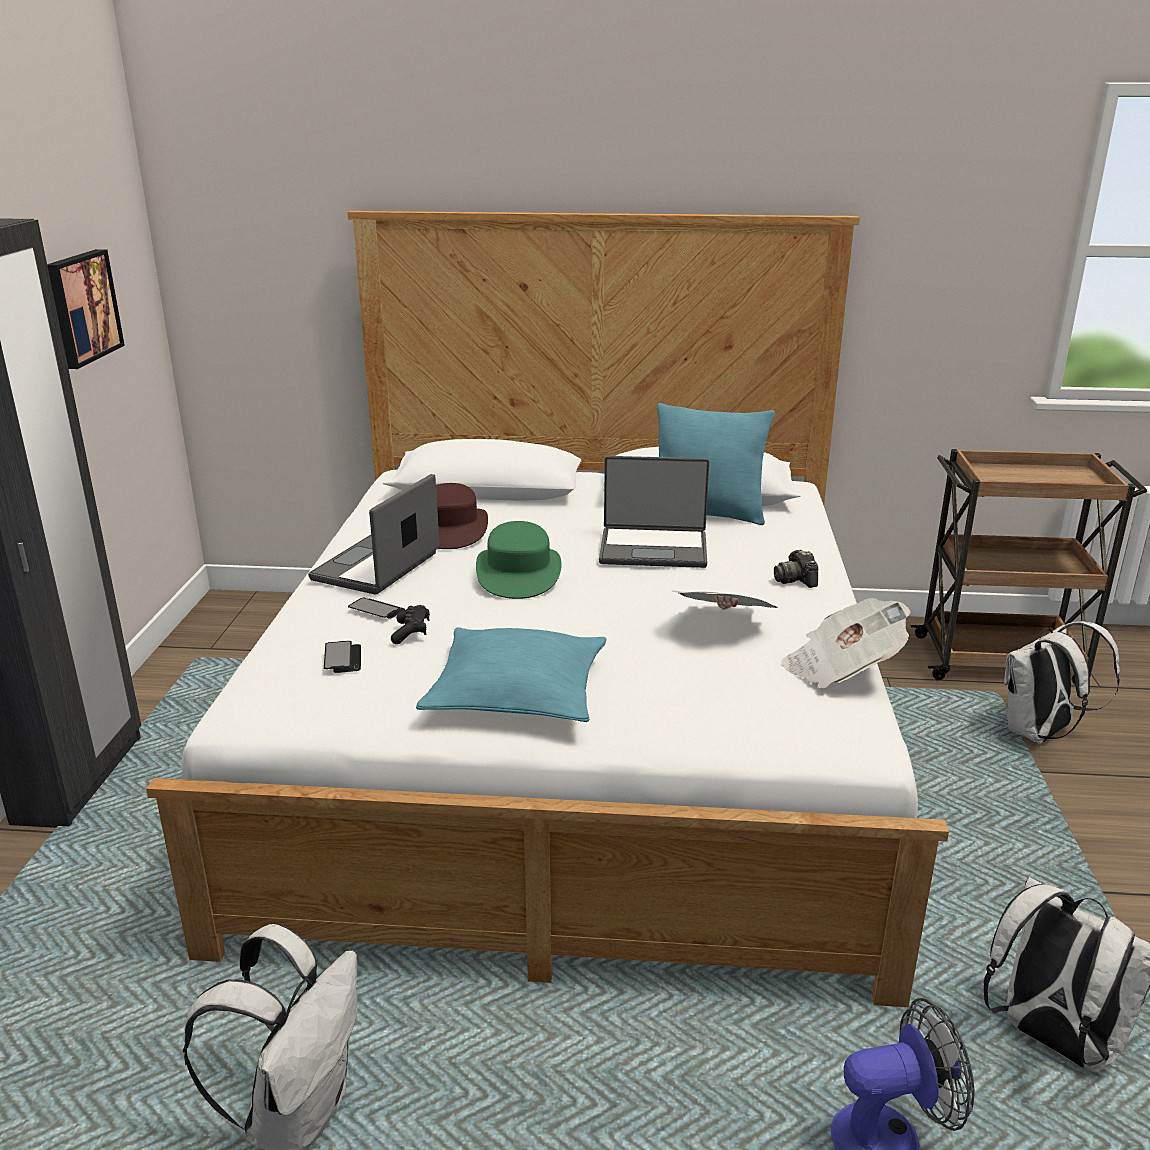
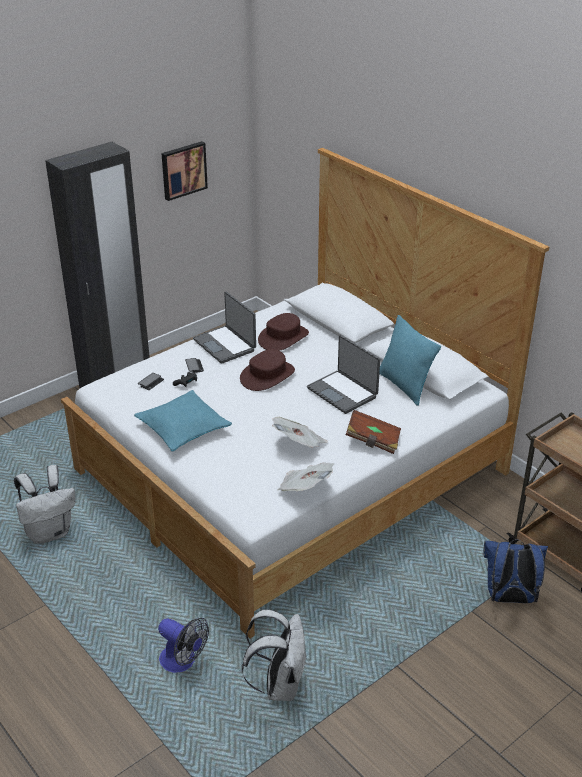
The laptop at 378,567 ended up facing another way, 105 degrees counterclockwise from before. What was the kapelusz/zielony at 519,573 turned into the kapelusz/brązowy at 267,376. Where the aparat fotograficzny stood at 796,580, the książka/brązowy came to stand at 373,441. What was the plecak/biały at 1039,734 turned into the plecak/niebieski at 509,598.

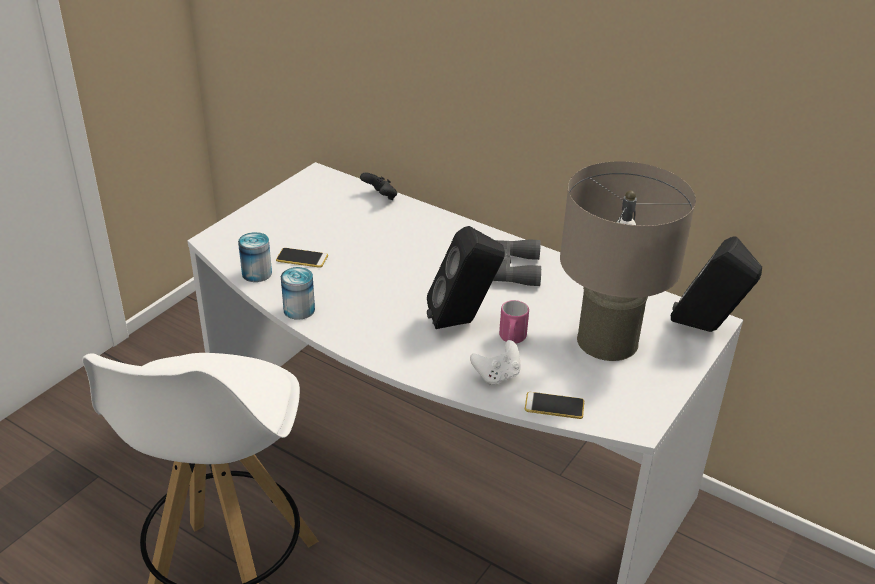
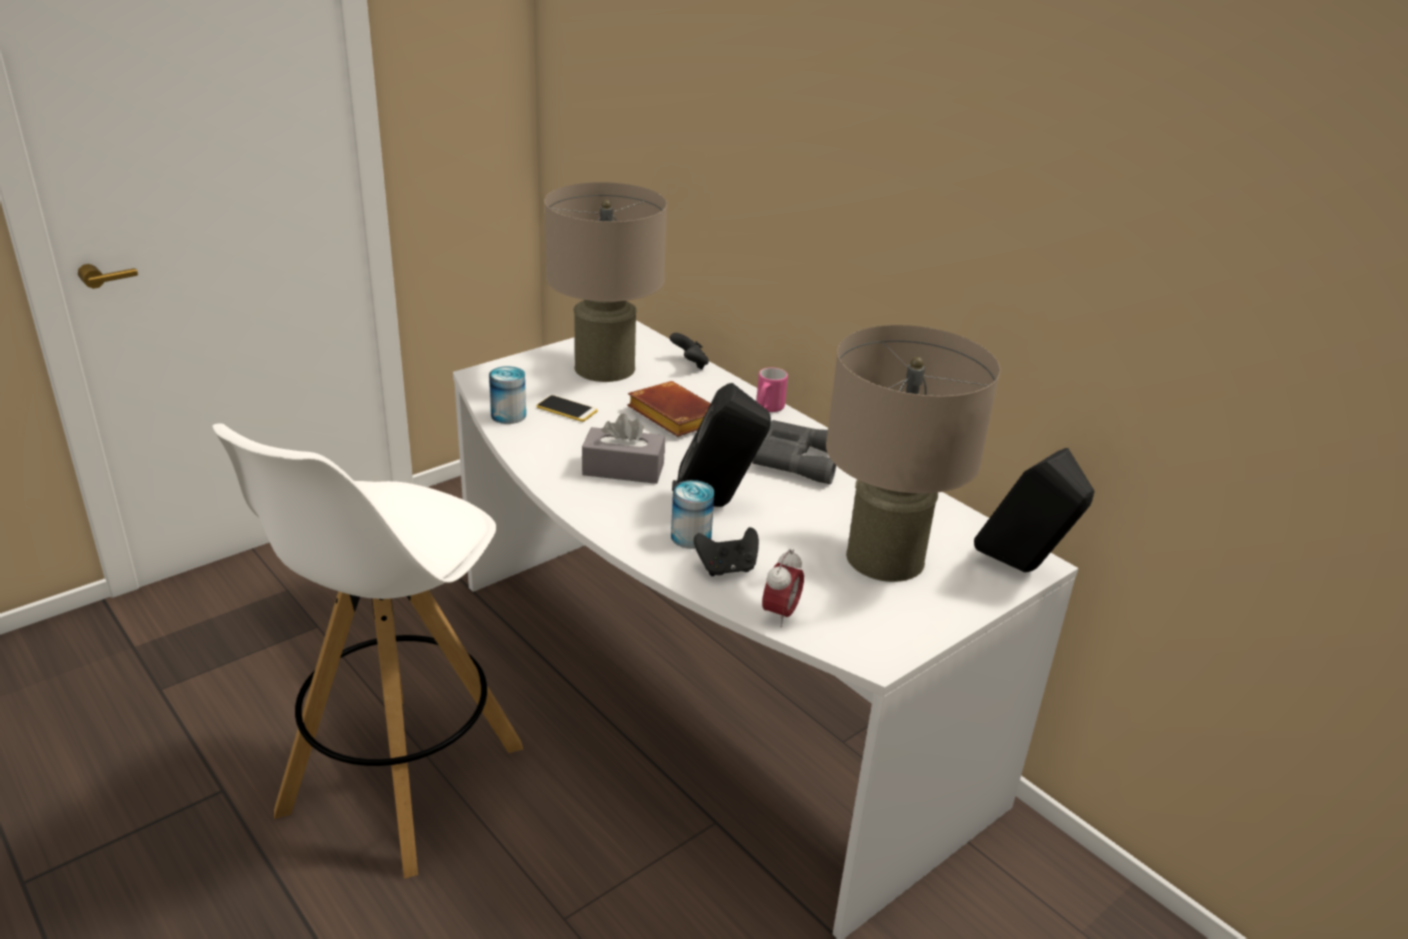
The second view gained the lampa stołowa/beżowy at 605,368. The second view gained the pudełko chusteczek/szary at 623,469. The second view gained the książka/brązowy at 671,416. The puszka ended up elsewhere, having gone from 299,310 to 691,537. What was the pad do gier/biały at 497,376 turned into the pad do gier/czarny at 727,568. The kubek/różowy ended up elsewhere, having gone from 512,339 to 768,409. Where the telefon stood at 554,406, the budzik came to stand at 780,614.

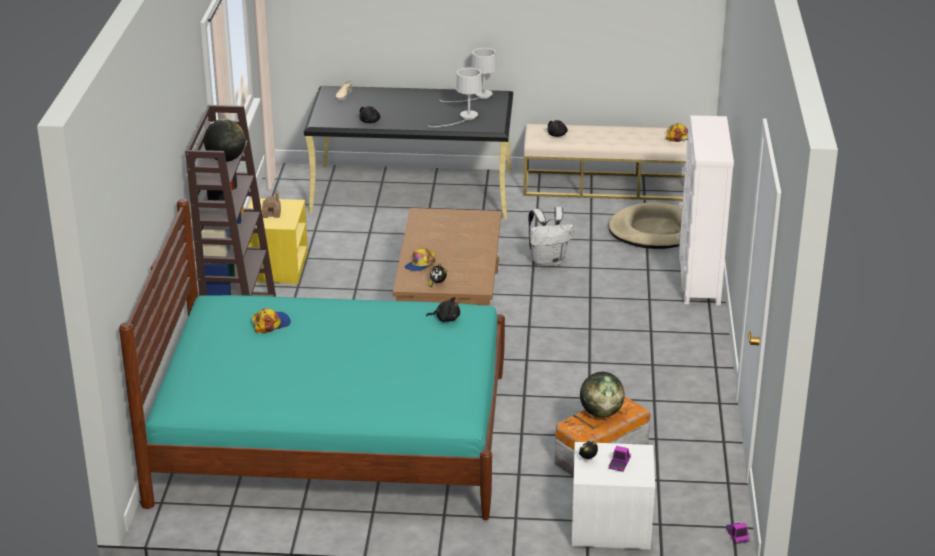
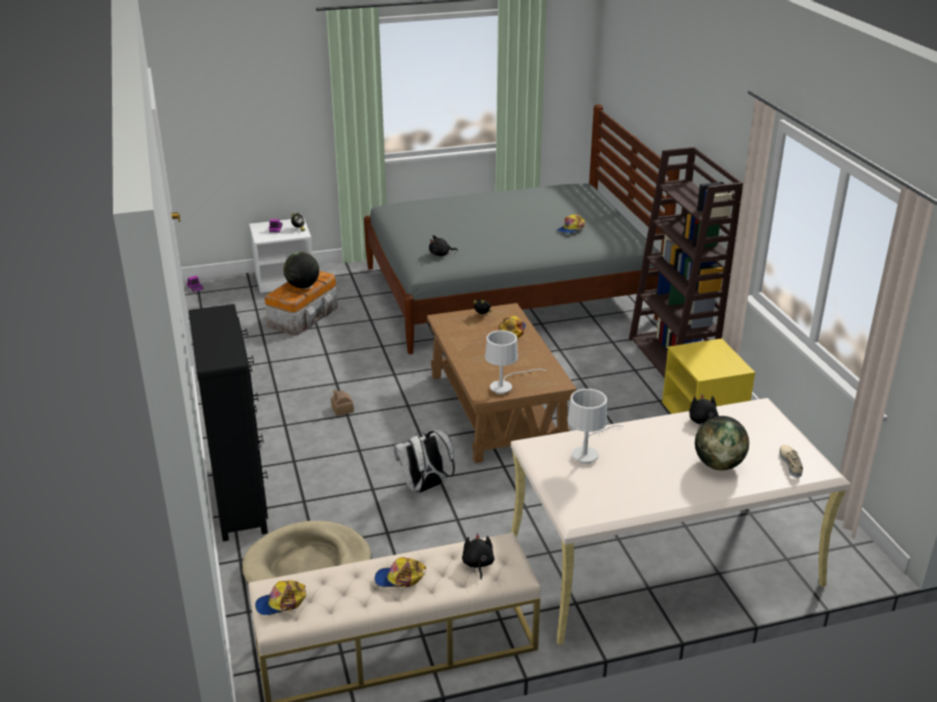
What was the komoda/biały at 698,279 turned into the komoda/czarny at 240,499. The domek ended up elsewhere, having gone from 271,214 to 342,409. What was the łóżko/turkusowy at 333,438 turned into the łóżko/szary at 508,293. The second view gained the czapka z daszkiem at 400,578. The lampa stołowa/biały ended up elsewhere, having gone from 479,97 to 505,387. What was the biurko/czarny at 413,191 turned into the biurko/beżowy at 662,564. The globus ended up elsewhere, having gone from 226,159 to 718,464.

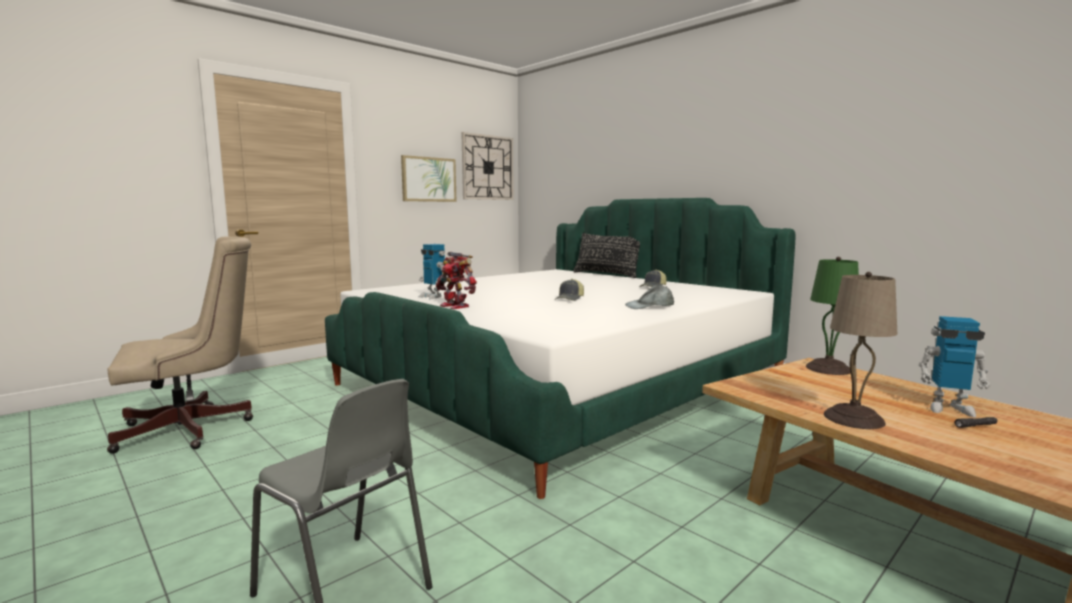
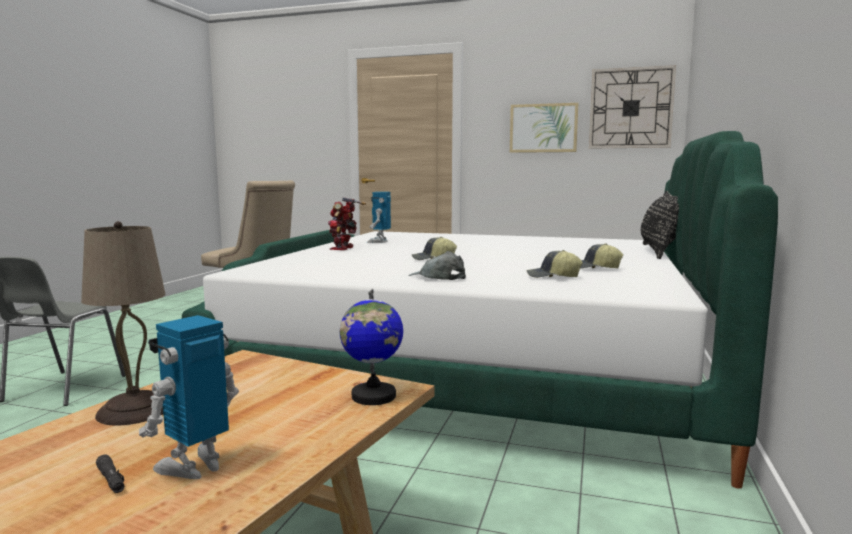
The robot zabawkowy at 949,408 ended up facing another way, 45 degrees clockwise from before. Where the lampa stołowa/zielony stood at 829,368, the globus came to stand at 373,396. The second view gained the czapka z daszkiem at 552,277.

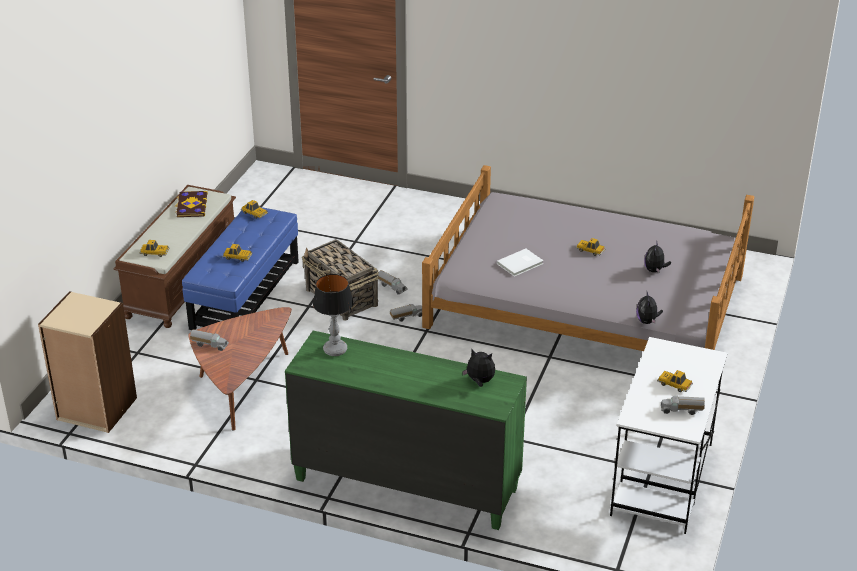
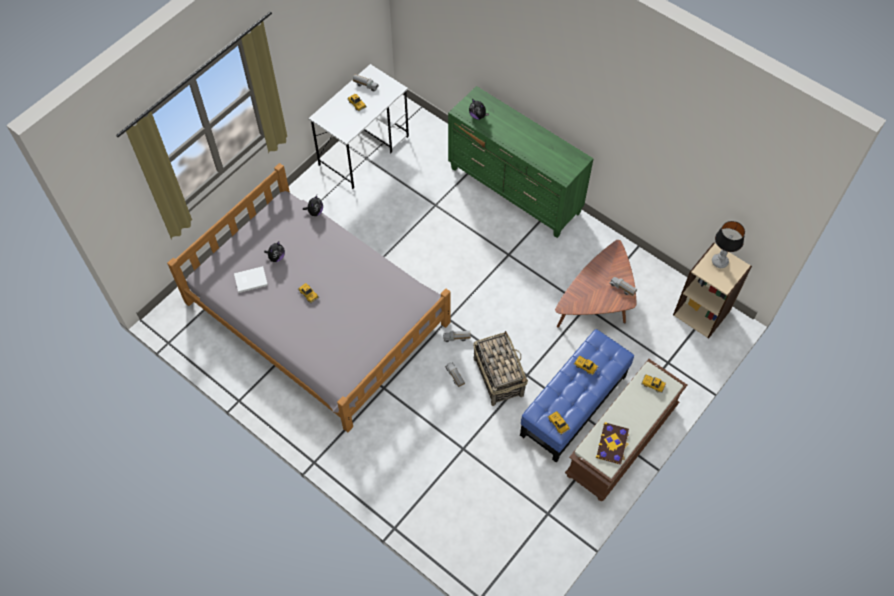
The książka/biały ended up elsewhere, having gone from 521,264 to 250,279. The lampa stołowa ended up elsewhere, having gone from 335,350 to 719,262.

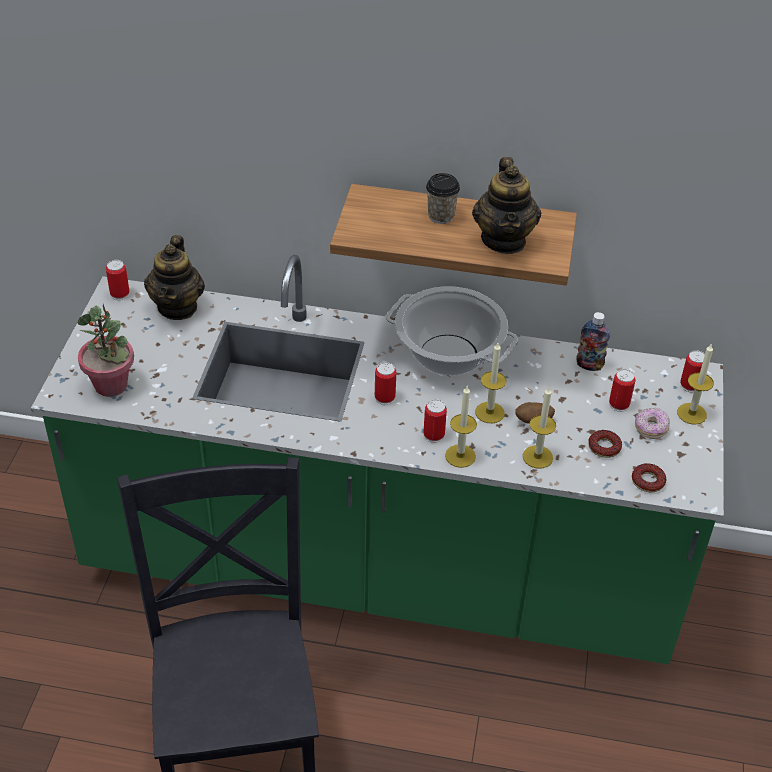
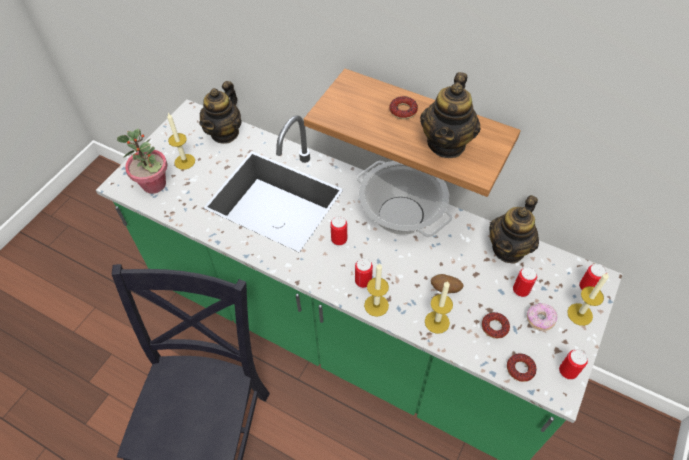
The świeca ended up elsewhere, having gone from 489,412 to 184,161. Where the filiżanka stood at 441,216, the donut came to stand at 403,111. Where the butelka stood at 589,365, the imbryk came to stand at 509,249. The puszka ended up elsewhere, having gone from 120,294 to 567,371.

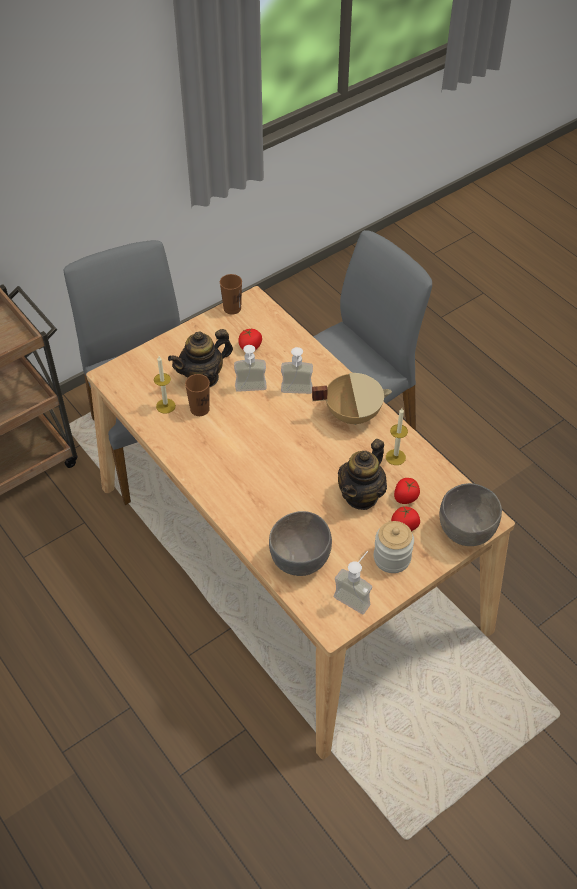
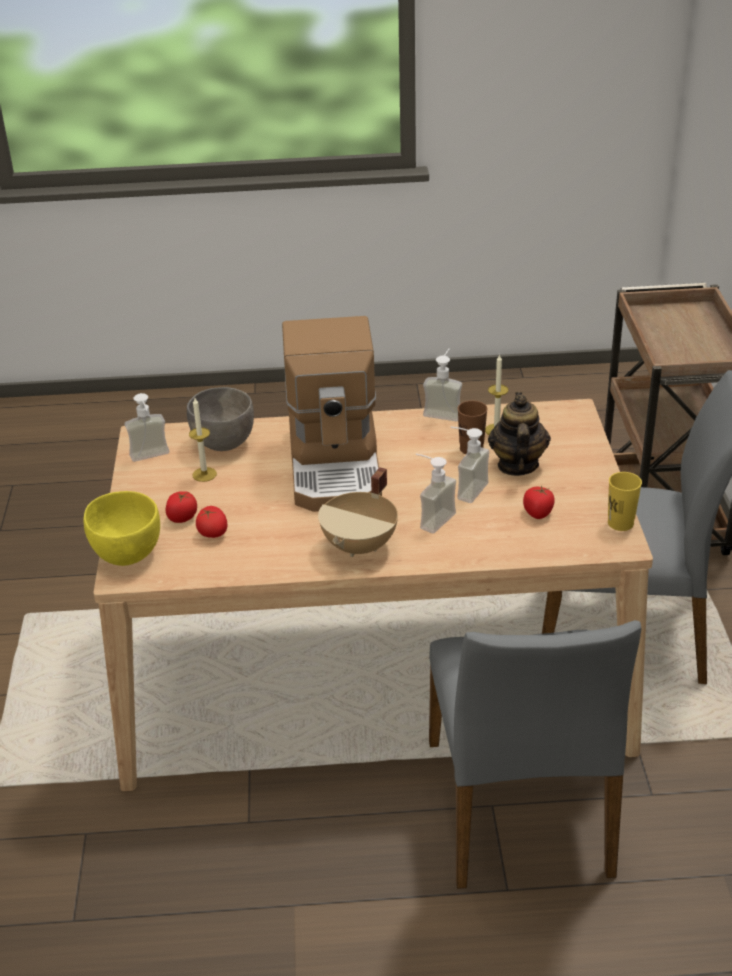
What was the miska/szary at 466,532 turned into the miska/żółty at 127,553. The świeca ended up elsewhere, having gone from 395,457 to 204,474. The second view gained the ekspres do kawy at 336,464. The second view gained the dozownik mydła at 444,411. What was the filiżanka/brązowy at 232,308 turned into the filiżanka/żółty at 620,523. The second view lost the imbryk at 361,495. The second view lost the słoik at 392,558.

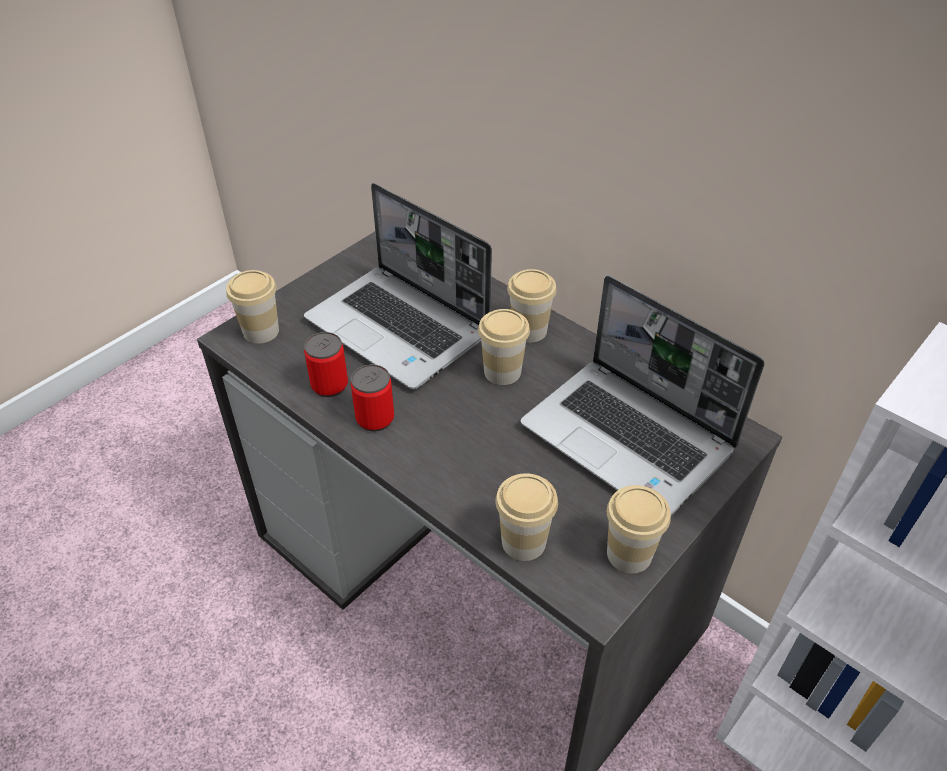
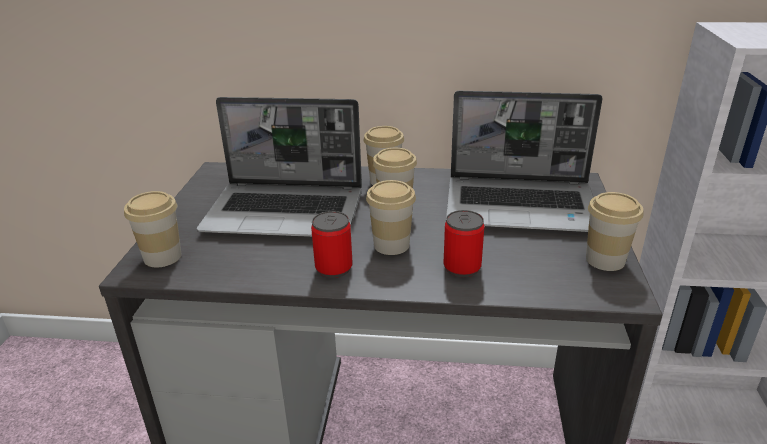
The filiżanka ended up elsewhere, having gone from 523,542 to 391,245. The puszka ended up elsewhere, having gone from 329,385 to 462,267.

